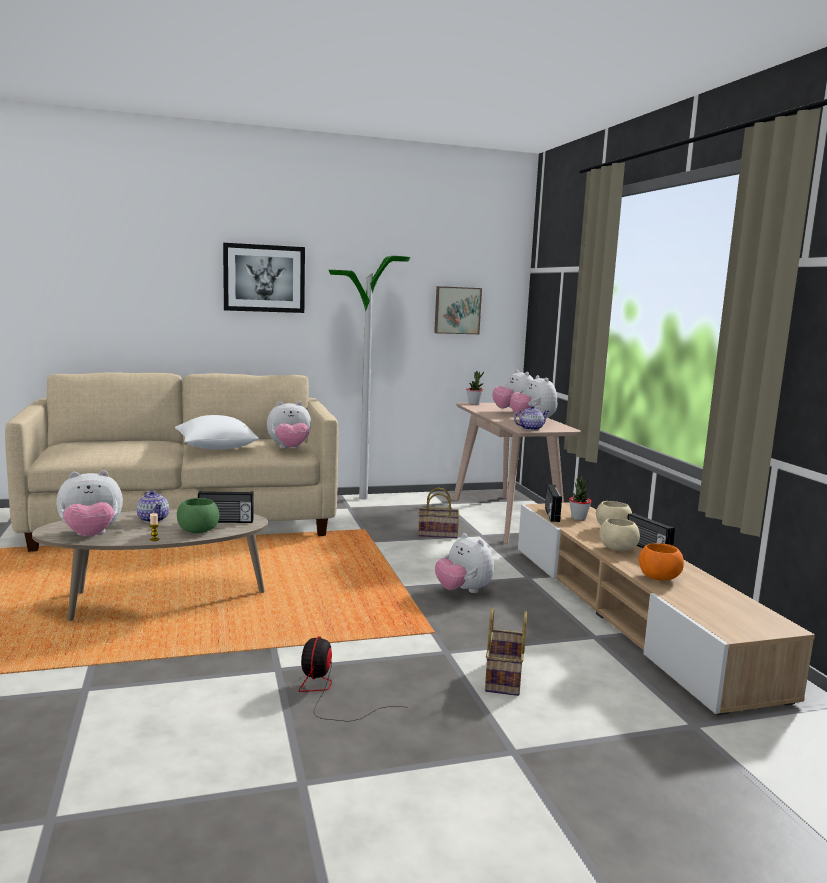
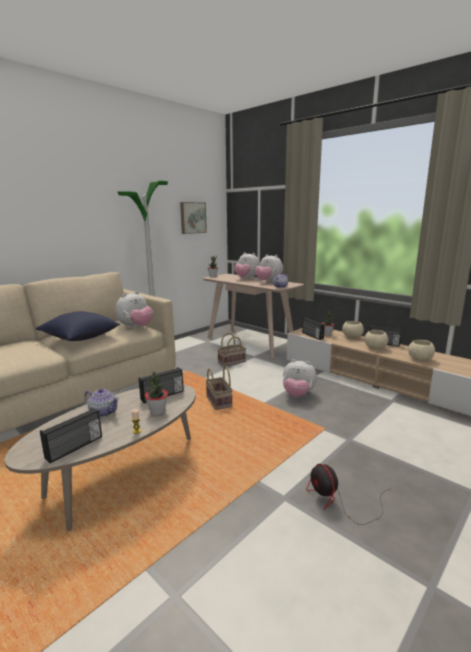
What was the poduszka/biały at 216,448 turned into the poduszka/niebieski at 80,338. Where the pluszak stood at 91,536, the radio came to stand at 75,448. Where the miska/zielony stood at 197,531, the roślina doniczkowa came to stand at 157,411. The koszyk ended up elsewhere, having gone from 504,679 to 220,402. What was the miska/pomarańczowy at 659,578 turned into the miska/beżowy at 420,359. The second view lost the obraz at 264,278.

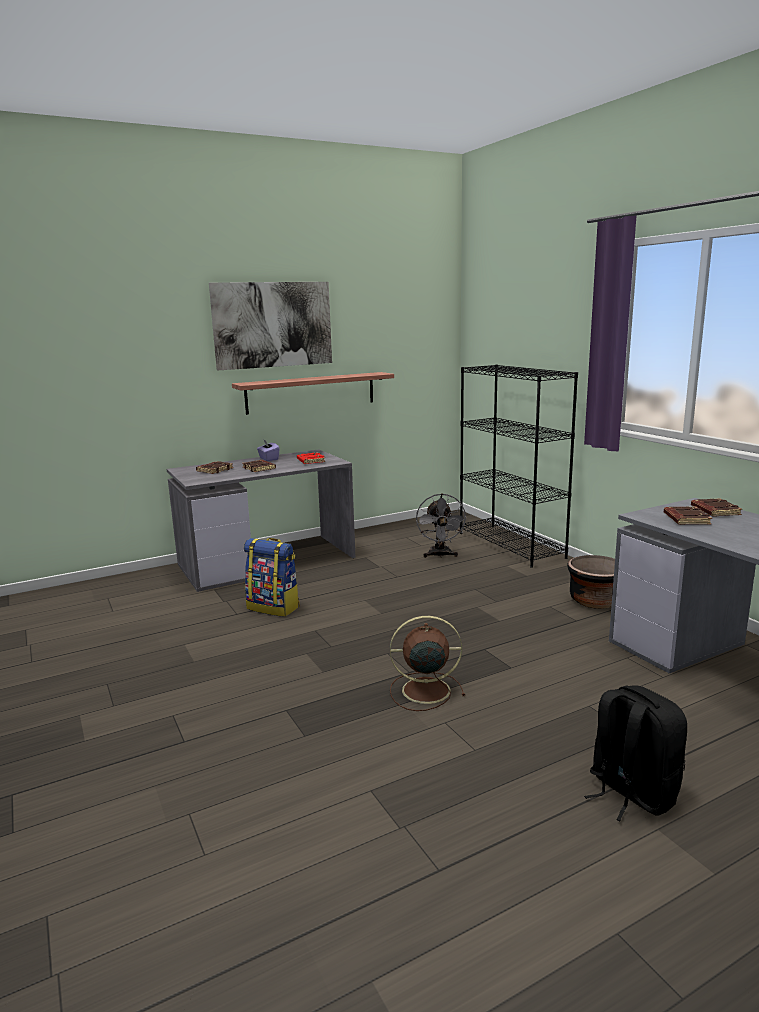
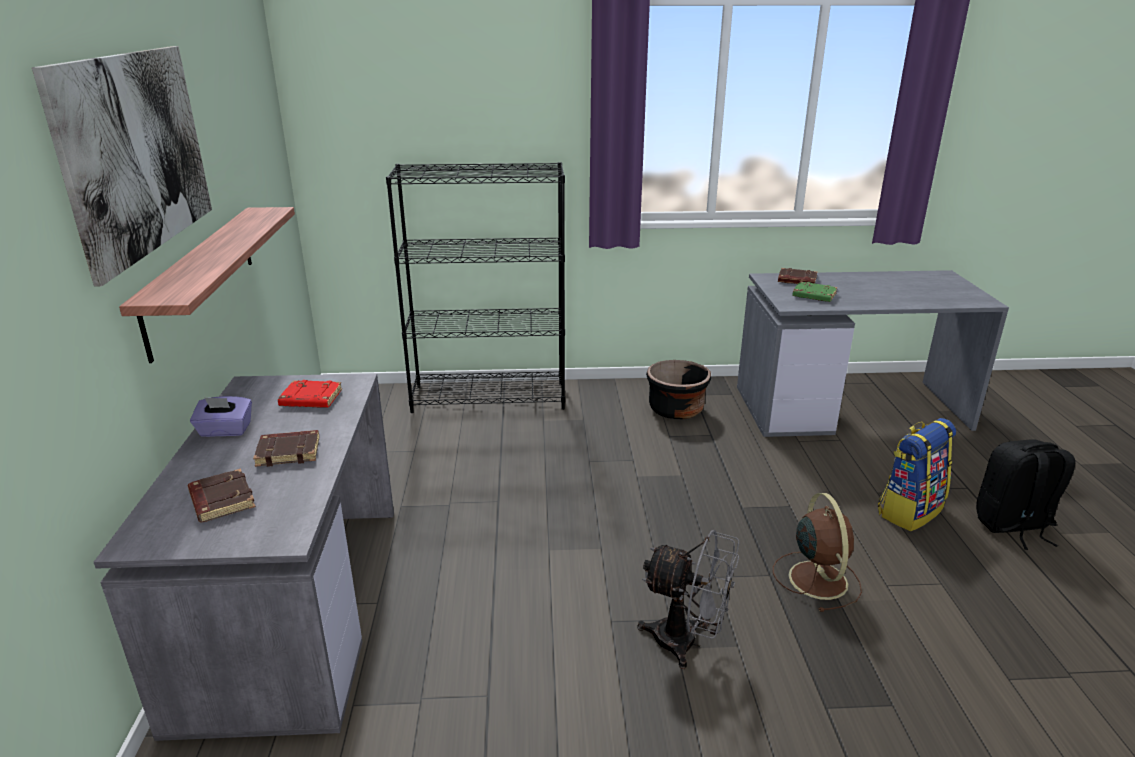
The wentylator/szary ended up elsewhere, having gone from 440,555 to 687,643. The wentylator/brązowy at 423,690 ended up facing another way, 150 degrees clockwise from before. What was the książka/brązowy at 685,519 turned into the książka/zielony at 813,295. The plecak ended up elsewhere, having gone from 274,607 to 909,510.

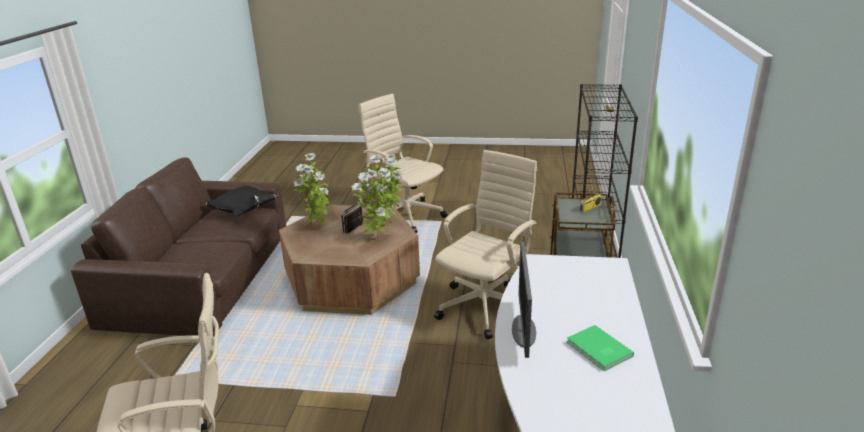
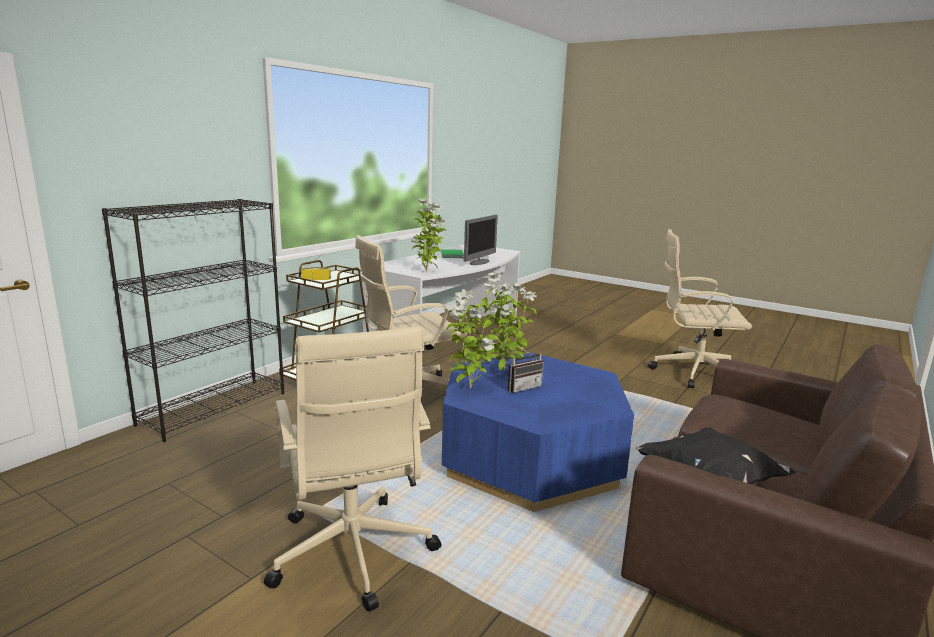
The roślina doniczkowa ended up elsewhere, having gone from 317,226 to 427,272. What was the ława/brązowy at 352,280 turned into the ława/niebieski at 530,458.

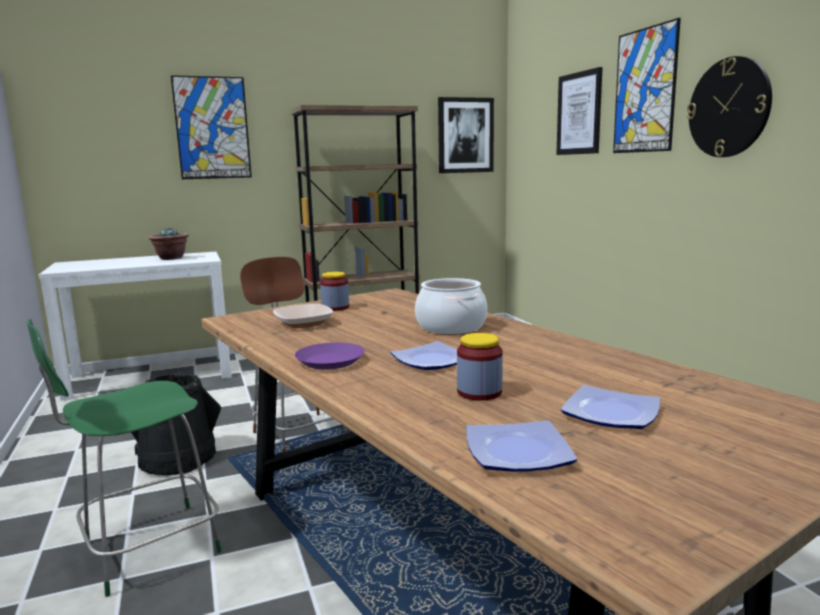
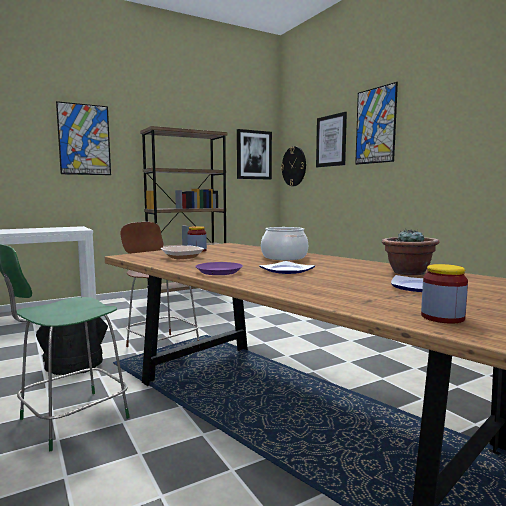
The zegar ścienny ended up elsewhere, having gone from 729,108 to 294,166. The roślina doniczkowa ended up elsewhere, having gone from 171,258 to 408,272. The słoik ended up elsewhere, having gone from 479,392 to 442,317. The second view lost the talerz at 520,453.

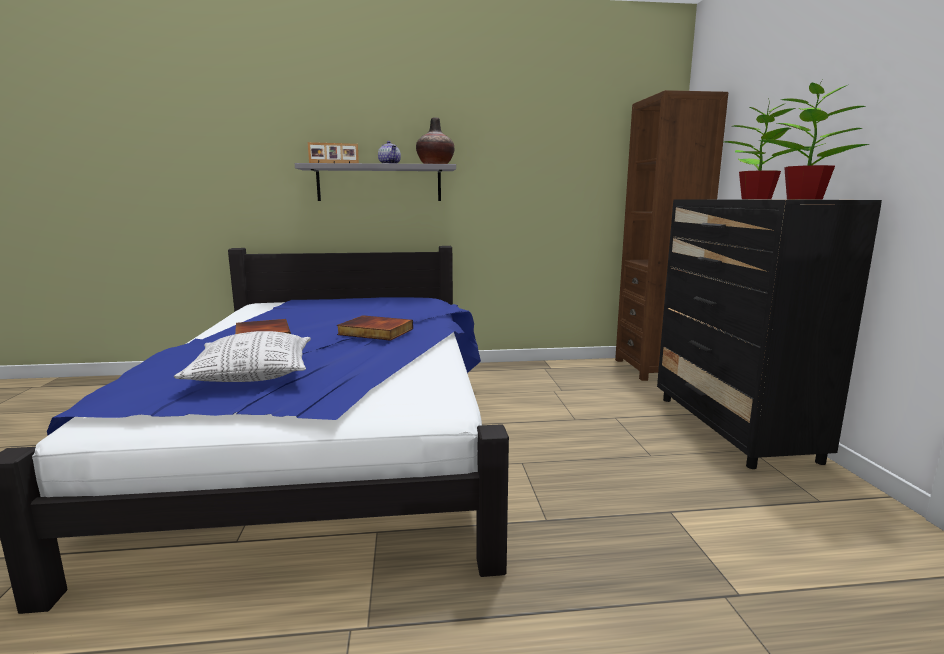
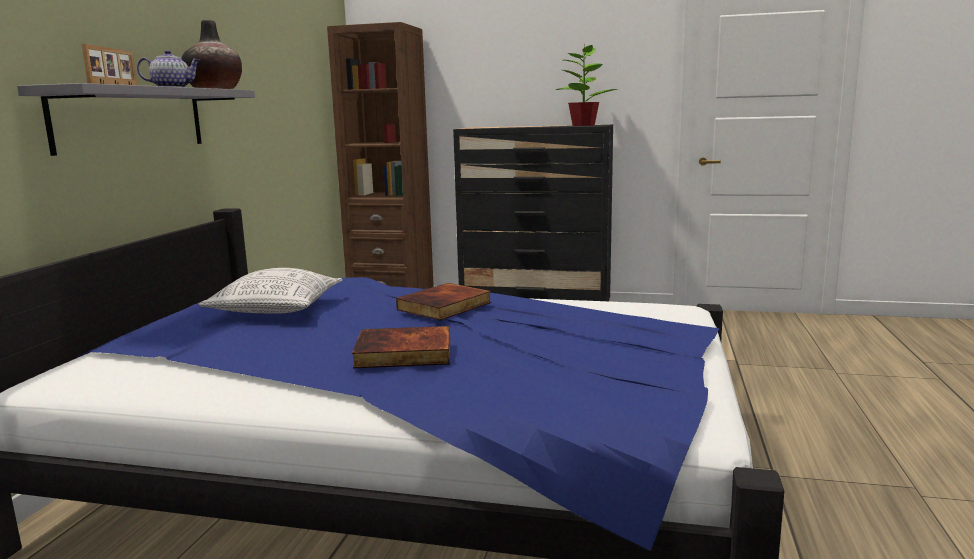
The poduszka ended up elsewhere, having gone from 253,375 to 275,310. The second view lost the roślina doniczkowa at 755,199.

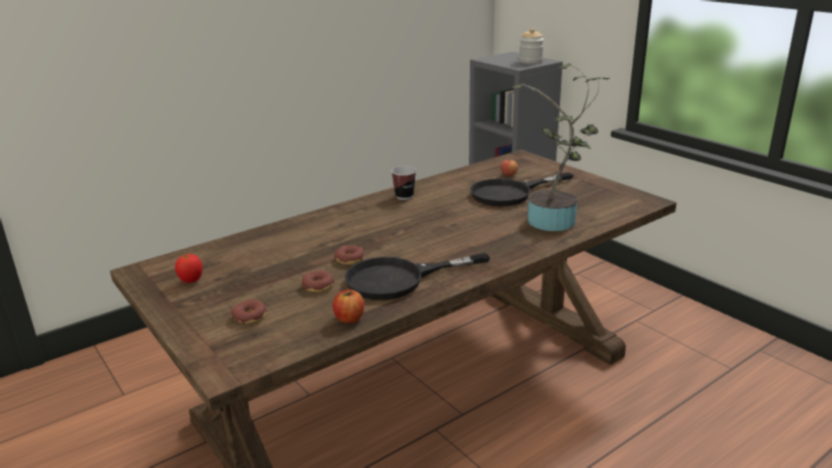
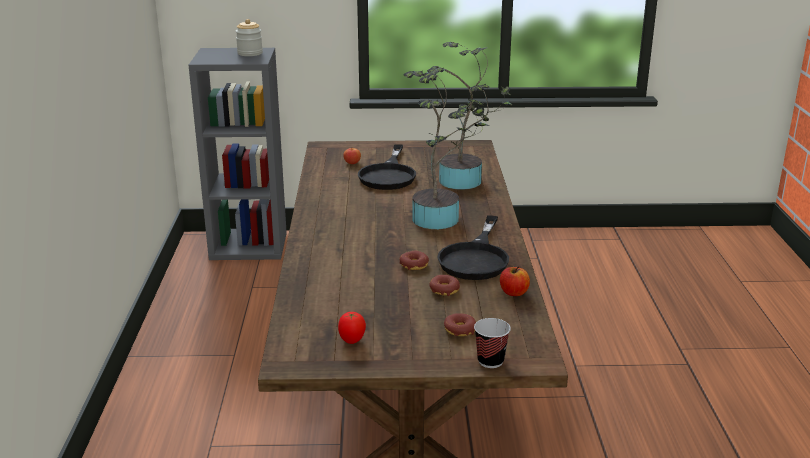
The second view gained the roślina doniczkowa at 440,218. The filiżanka ended up elsewhere, having gone from 404,196 to 490,361.

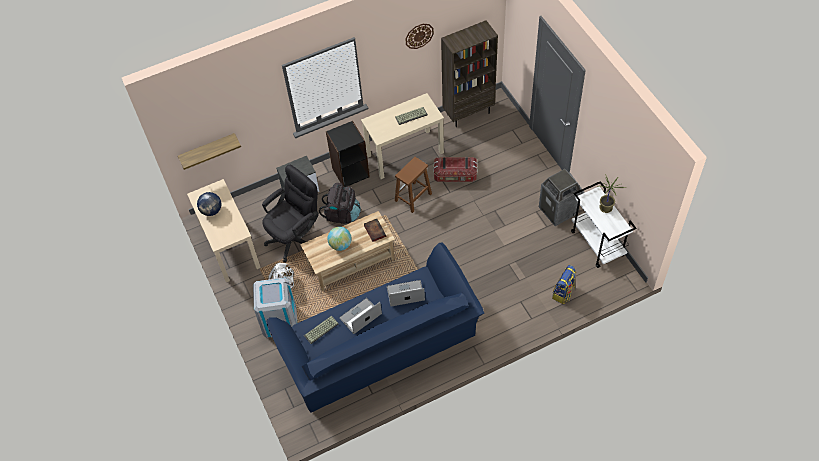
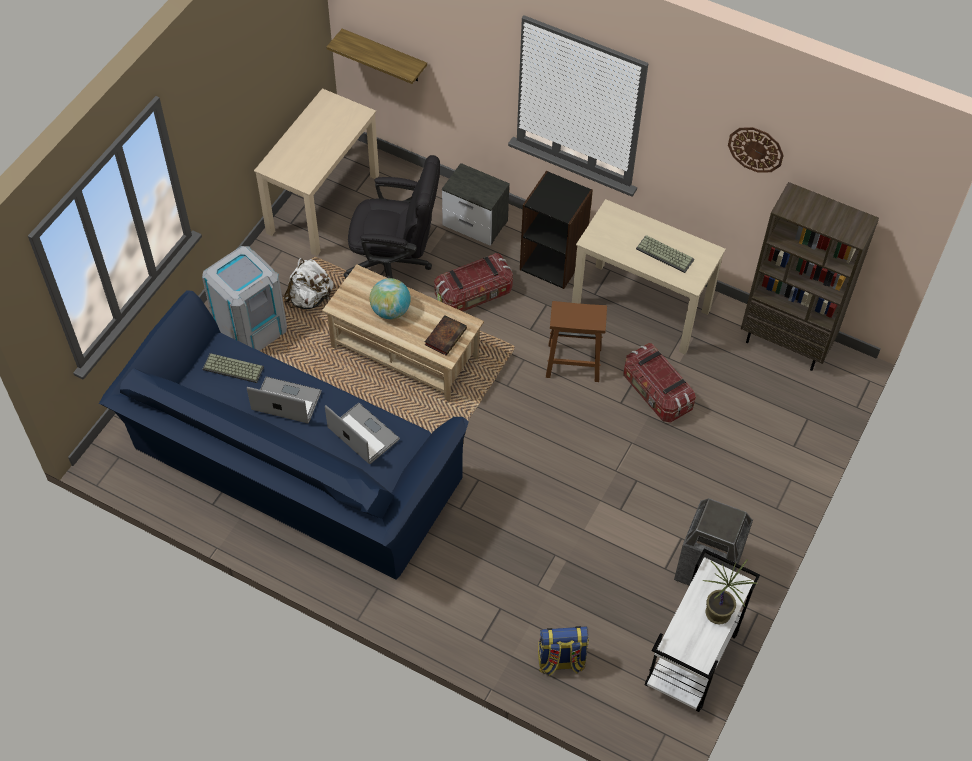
Where the plecak/czarny stood at 342,214, the pojemnik do przechowywania came to stand at 474,295. The second view lost the globus at 212,210.

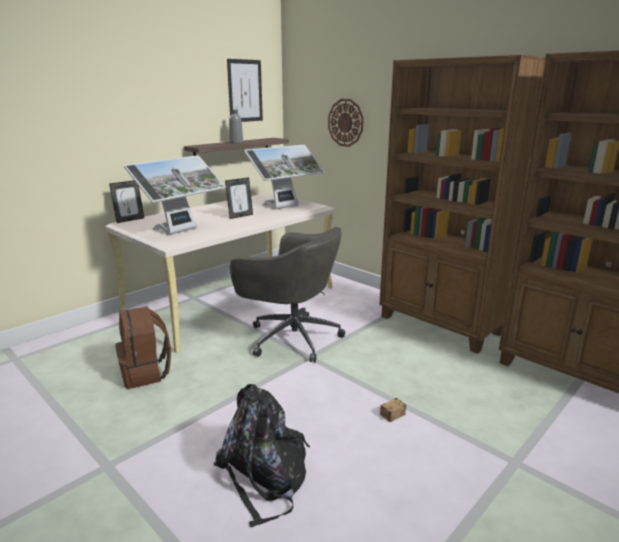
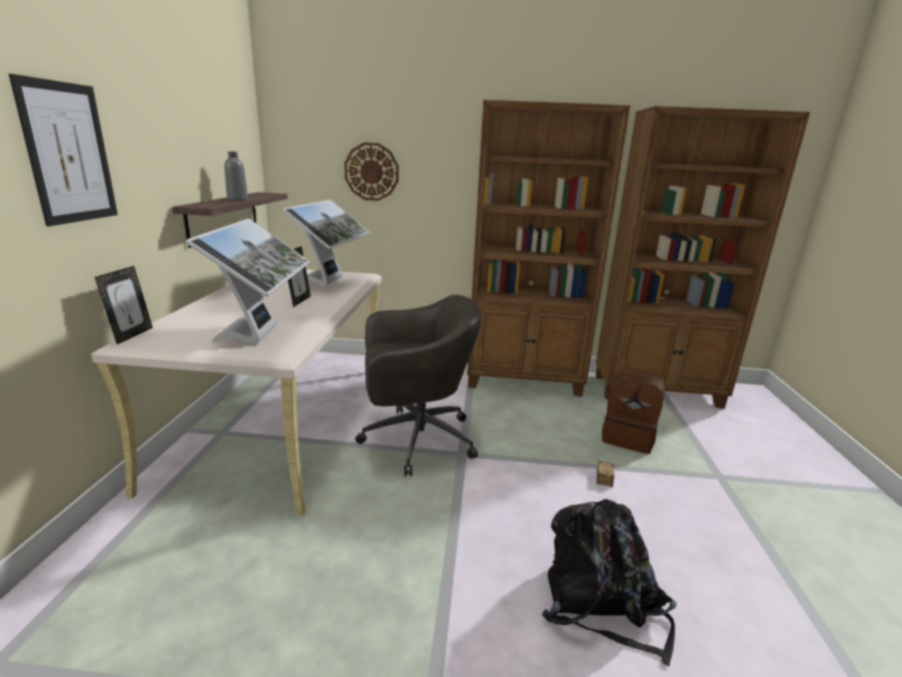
The obraz ended up elsewhere, having gone from 245,91 to 68,153. The plecak/brązowy ended up elsewhere, having gone from 146,373 to 628,437.

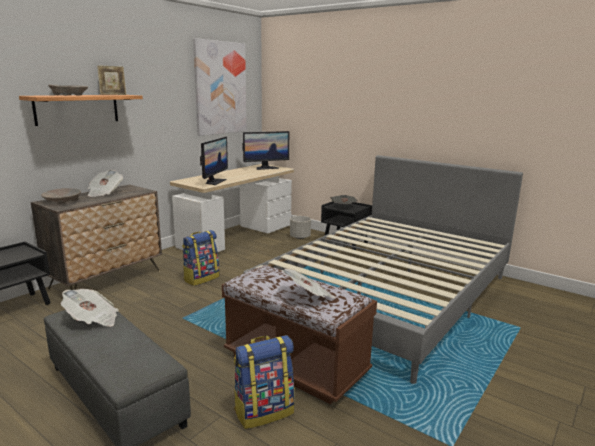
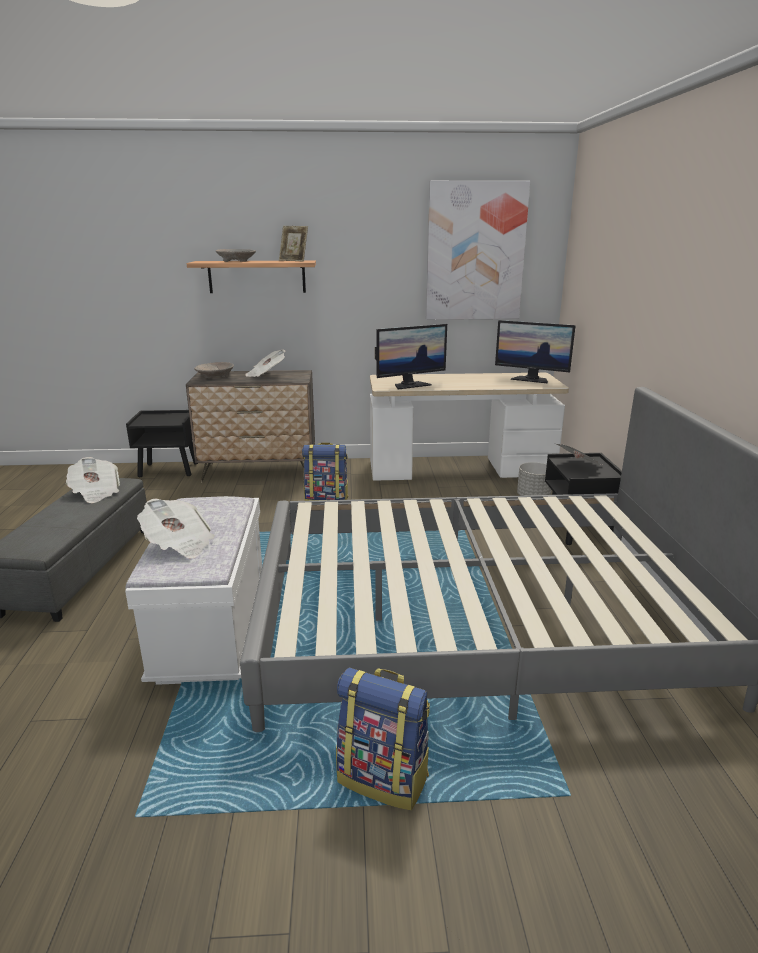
What was the ławka/brązowy at 295,365 turned into the ławka/biały at 213,630. The plecak ended up elsewhere, having gone from 264,411 to 384,778.

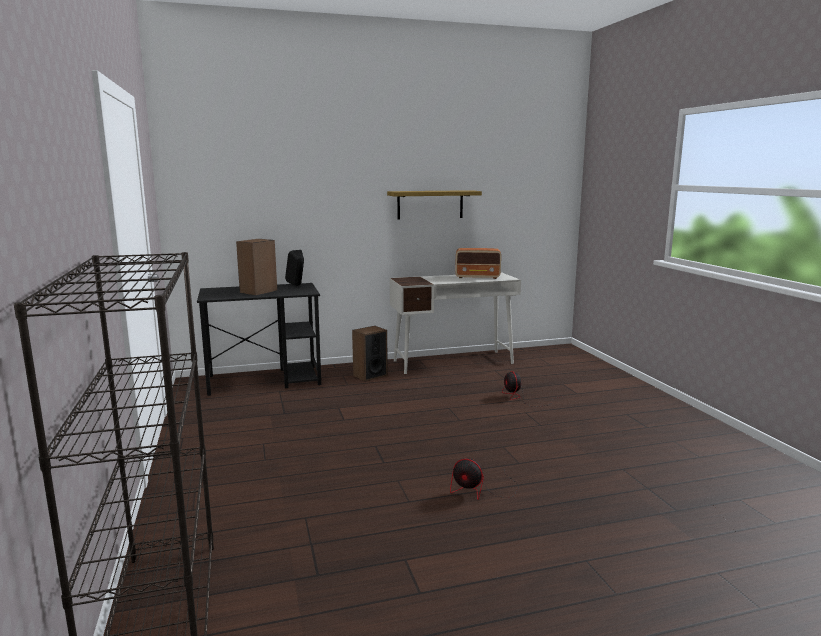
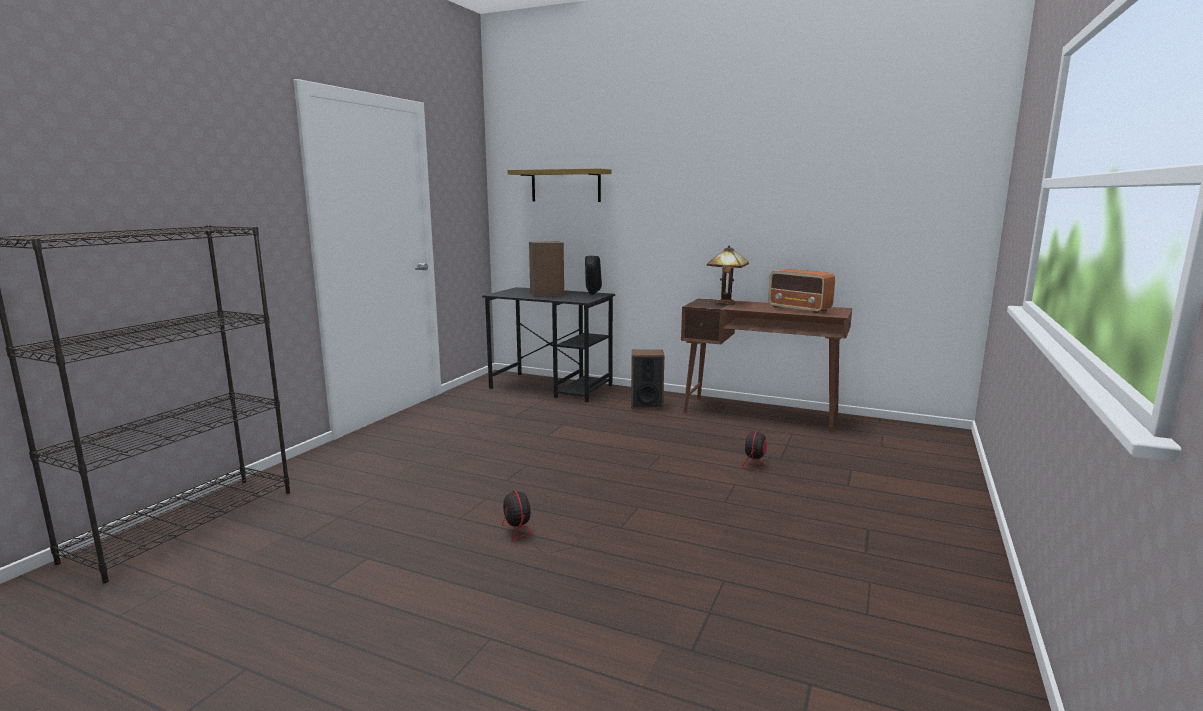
The półka ended up elsewhere, having gone from 430,204 to 565,186. What was the biurko/biały at 453,362 turned into the biurko/brązowy at 760,413. The second view gained the lampa stołowa at 725,302.

